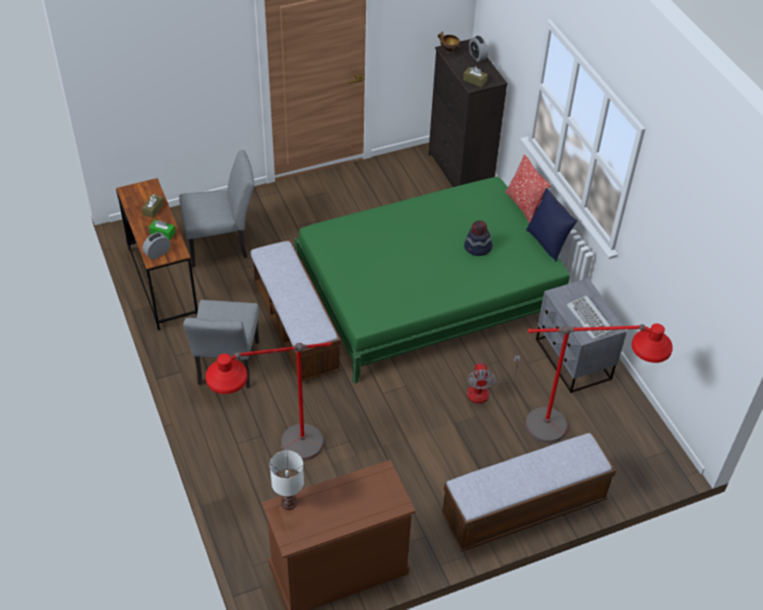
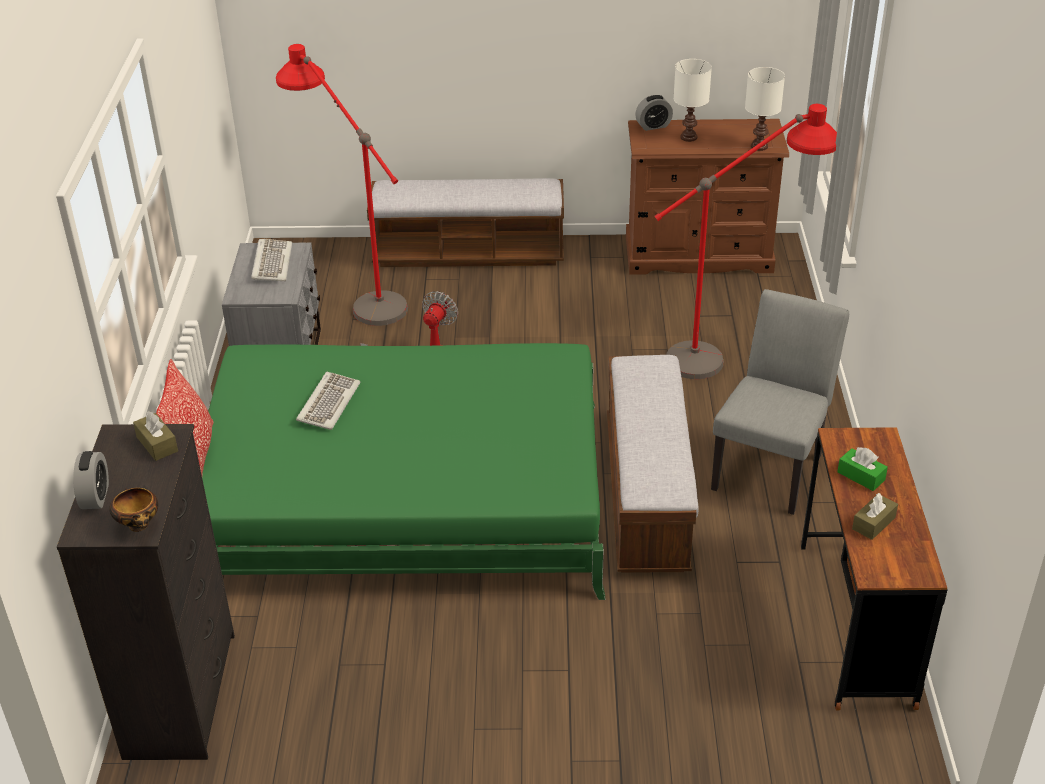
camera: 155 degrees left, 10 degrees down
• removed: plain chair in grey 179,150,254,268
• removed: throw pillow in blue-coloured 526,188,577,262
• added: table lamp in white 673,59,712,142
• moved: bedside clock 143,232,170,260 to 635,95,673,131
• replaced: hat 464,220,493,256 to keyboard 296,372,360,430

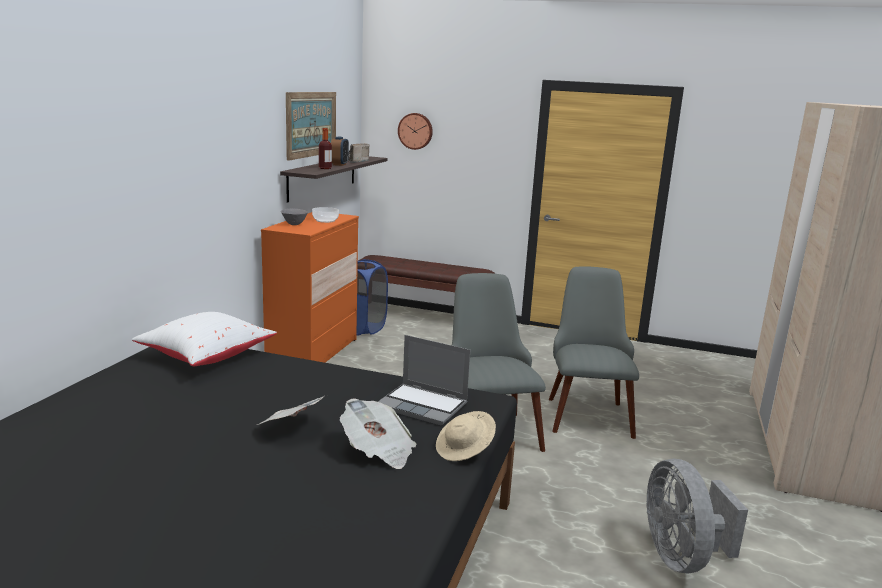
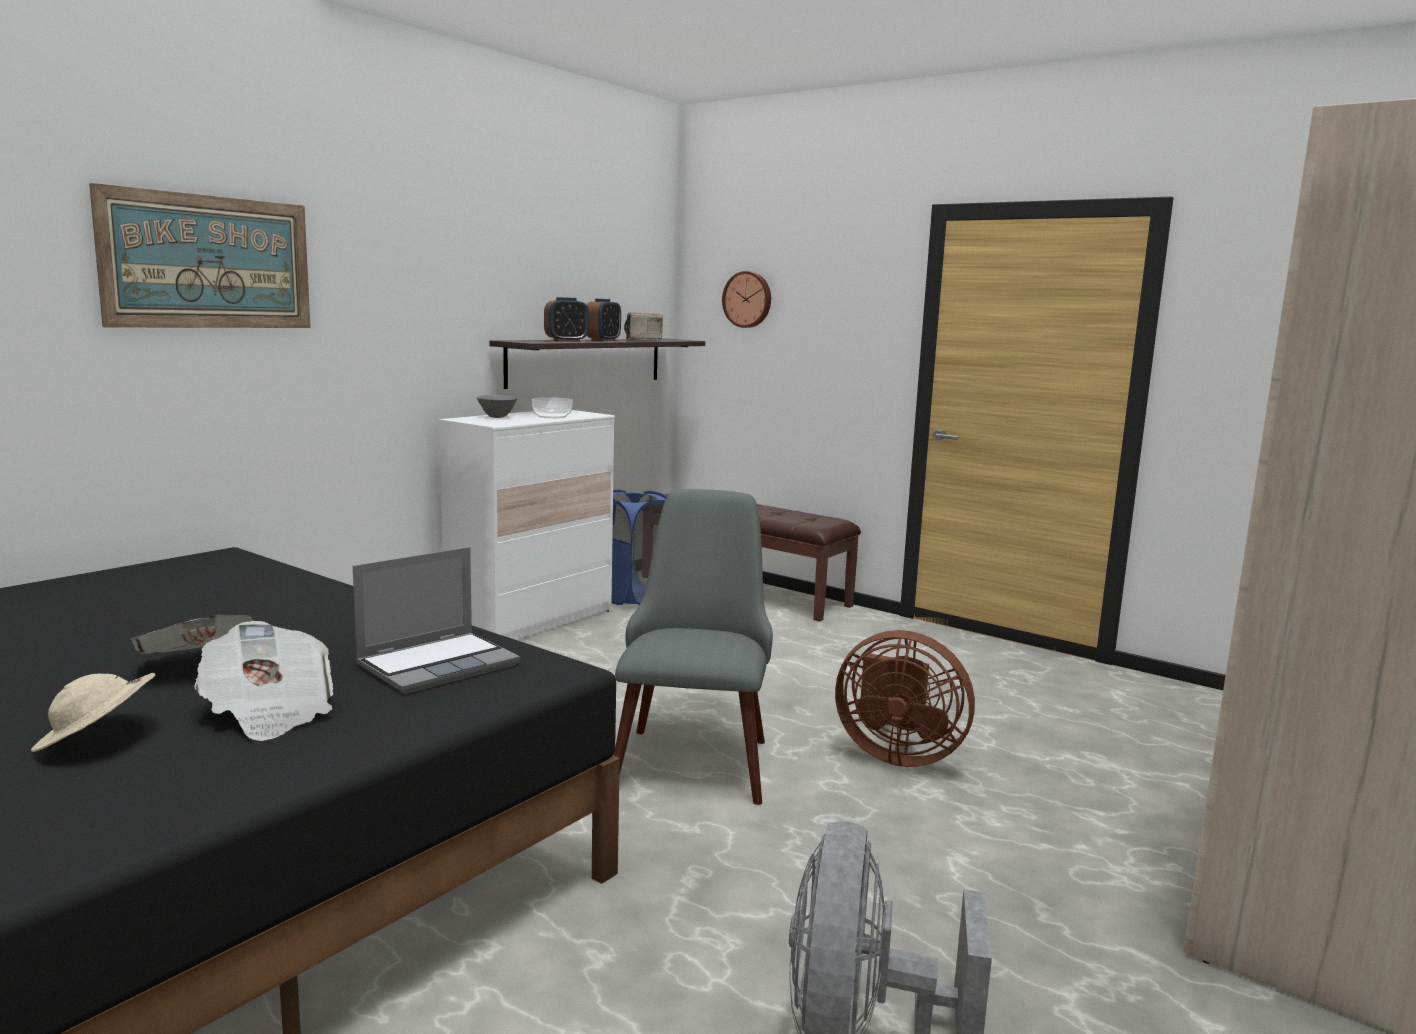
camera: 20 degrees right, 5 degrees down
• removed: throw pillow in white 132,312,277,366
• moved: wall art 286,92,336,160 to 89,183,311,328
• moved: hat in beige-coloured 436,411,496,461 to 31,673,155,752
• replaced: drink bottle 319,128,332,169 to bedside clock 544,297,589,342
• replaced: plain chair in grey 549,266,639,439 to electric fan in brownish 835,630,975,767
• recoloured: dresser in orange-coloured 261,212,359,363 to dresser in white 439,410,615,640
• turned: notebook computer 378,335,470,425 = 353,547,520,694 90 degrees counterclockwise

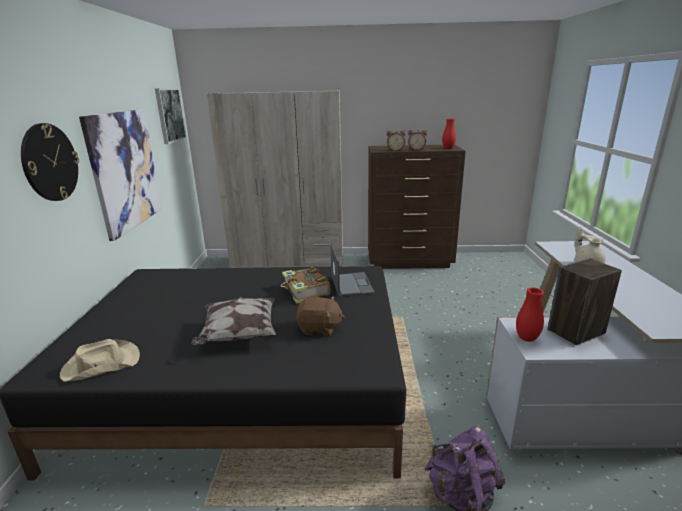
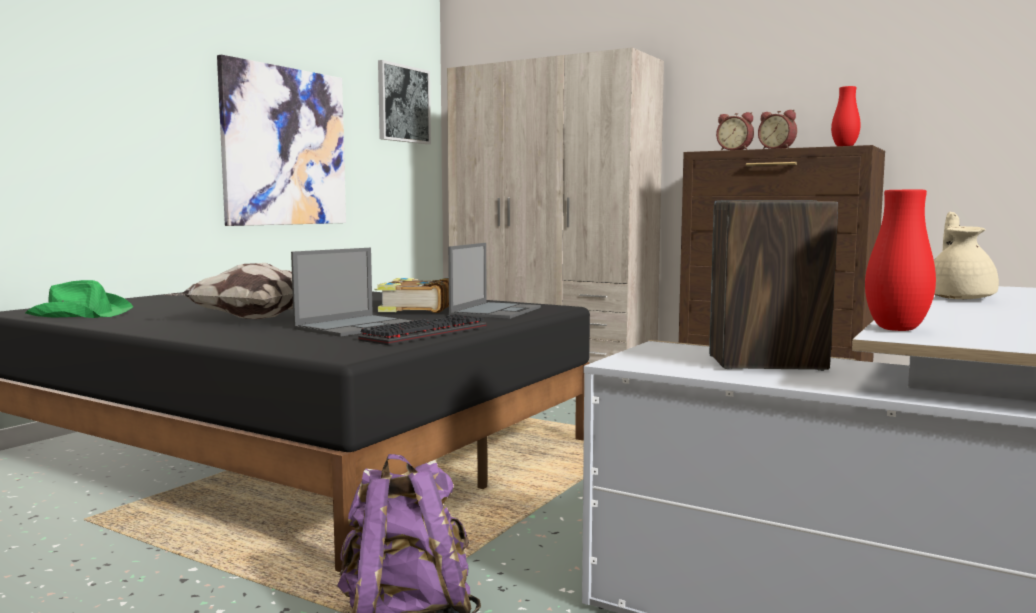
camera: 30 degrees right, 15 degrees down
• removed: wall clock 21,123,79,201
• added: keyboard 358,314,486,345
• moved: flower vase in red 516,288,544,342 to 865,190,936,331
• replaced: soft toy in brownish 296,296,345,336 to notebook computer 291,248,412,337
• recoloured: hat in beige-coloured 60,339,140,382 to hat in greenish 25,280,133,318

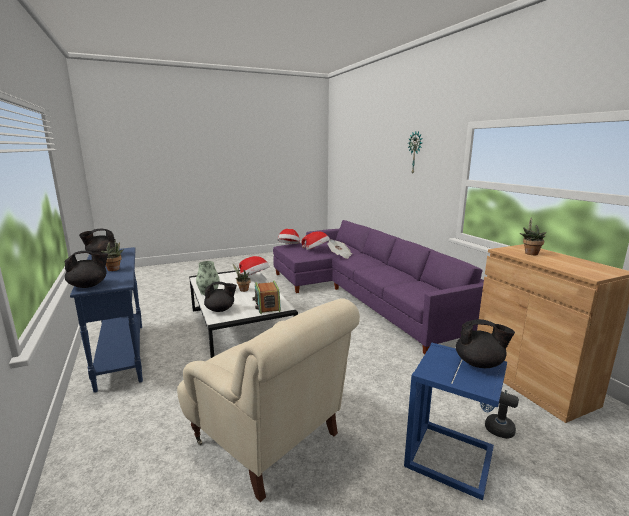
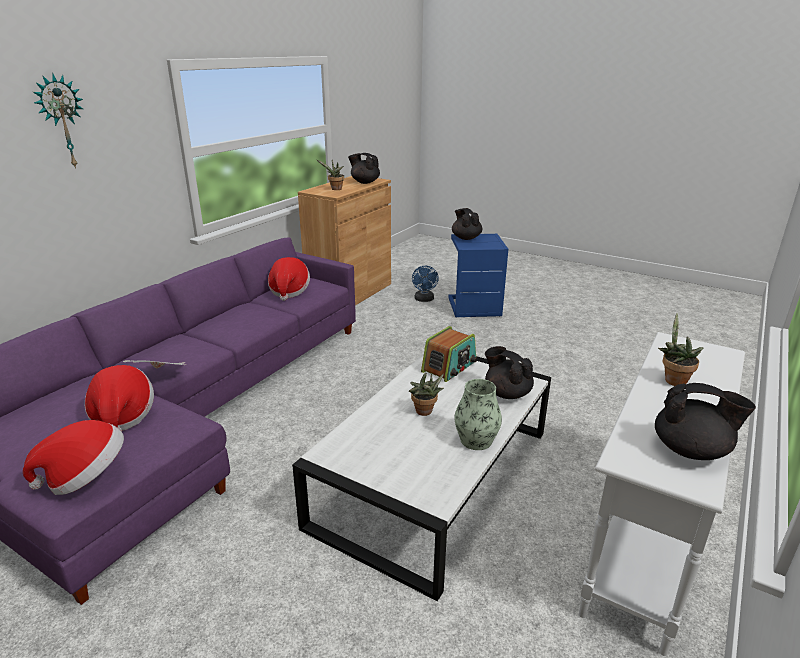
camera: 125 degrees left, 10 degrees up
• removed: armchair in beige-coloured 177,298,360,502
• moved: teapot in blackish 65,251,108,288 to 348,153,380,184
• moved: hat 239,256,270,276 to 268,257,310,301
• recoloured: console table in blue-coloured 70,247,143,393 to console table in white 579,332,745,656

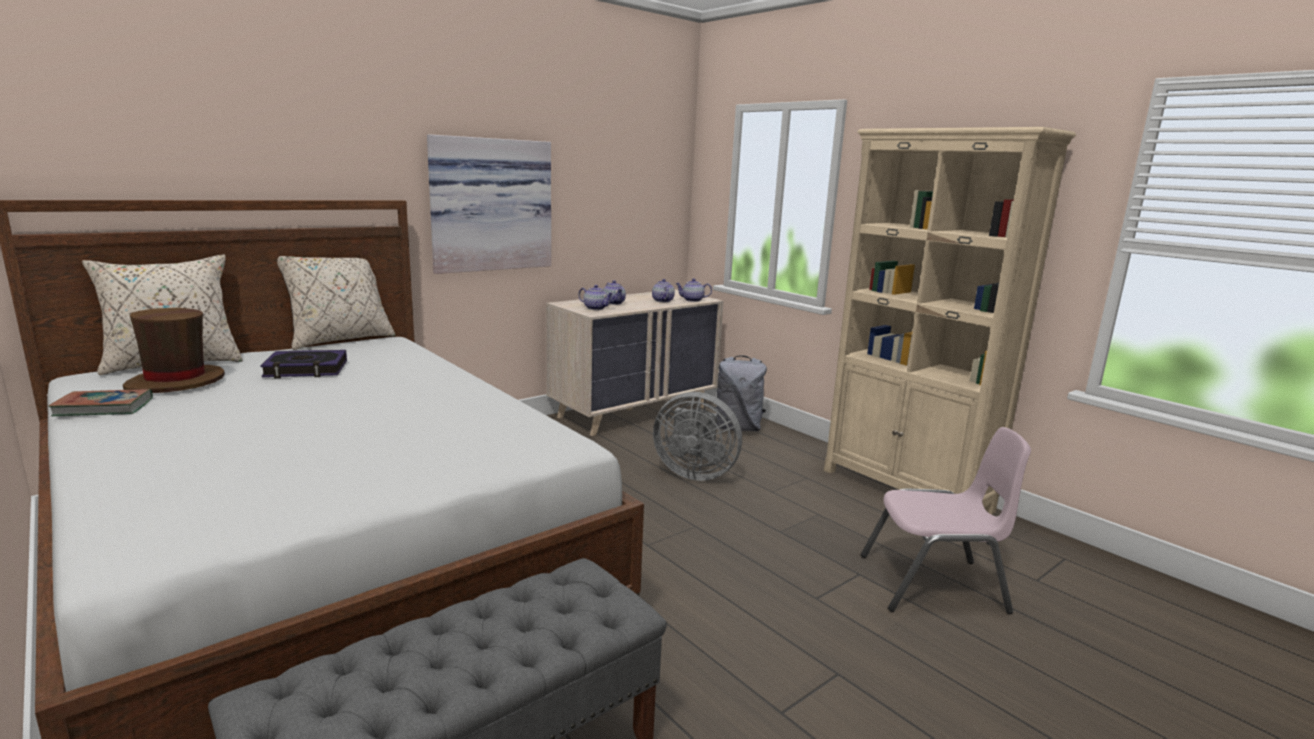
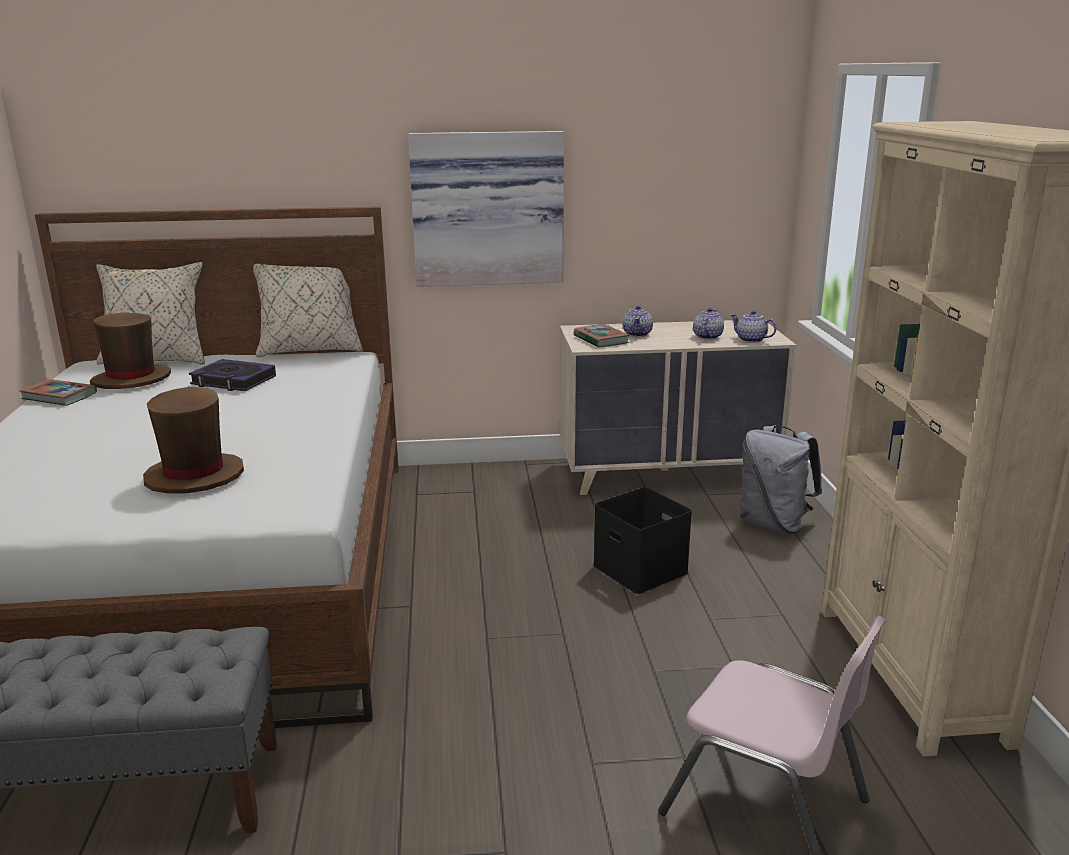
camera: 35 degrees right, 5 degrees up
• added: hat in brownish 143,387,244,494
• replaced: teapot 578,285,613,310 to volume 573,324,630,348
• replaced: electric fan in grey 653,392,742,481 to storage box in blackish 593,487,692,594

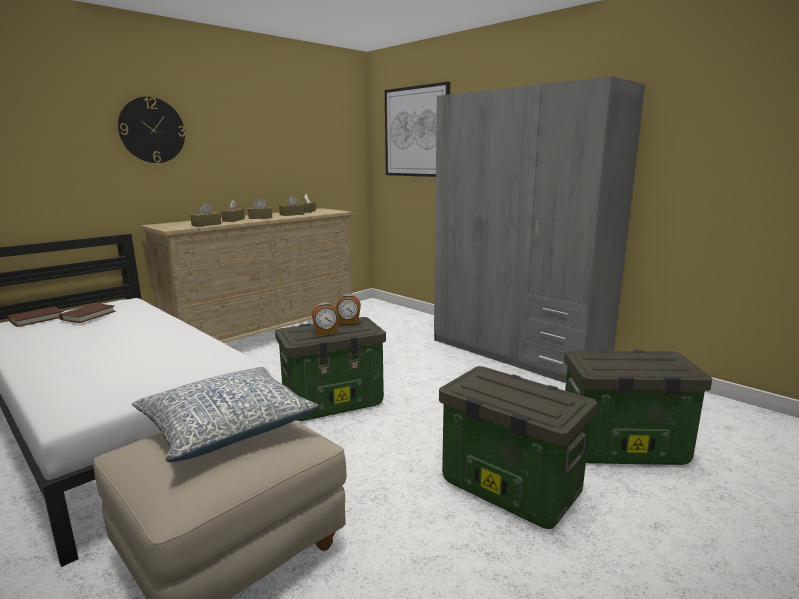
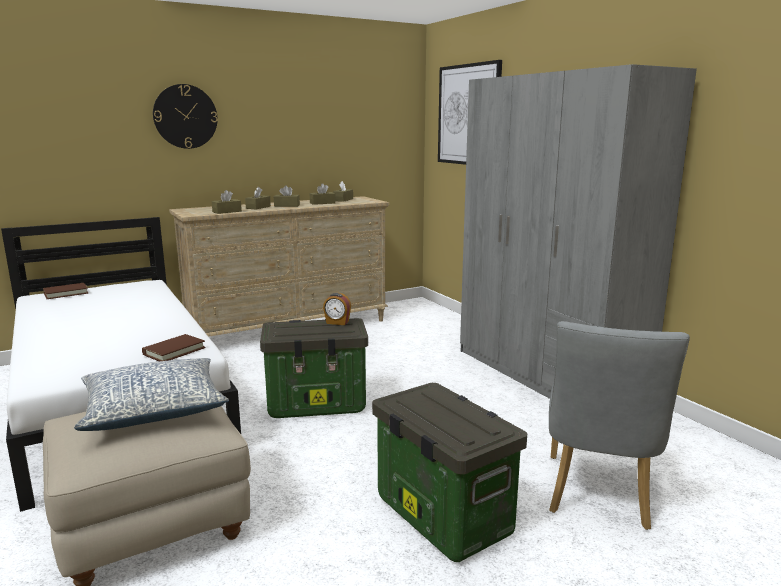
camera: 15 degrees right, 0 degrees up
• removed: bedside clock 312,302,339,335
• moved: volume in brownish 59,303,116,323 to 142,334,206,361
• replaced: storage box 564,350,712,465 to plain chair in grey 549,321,690,530

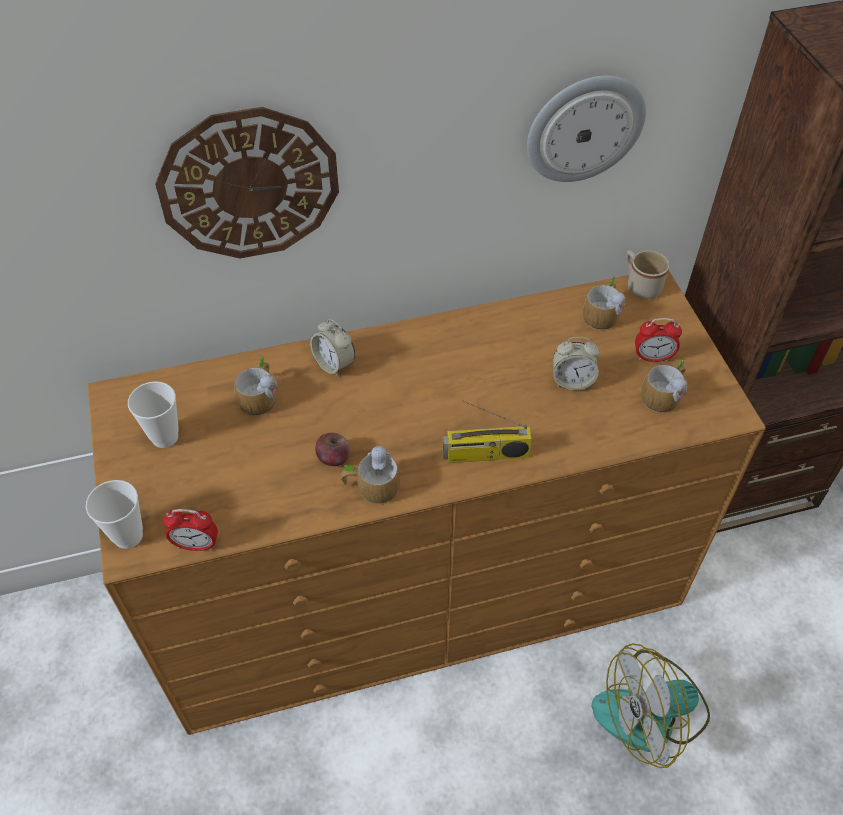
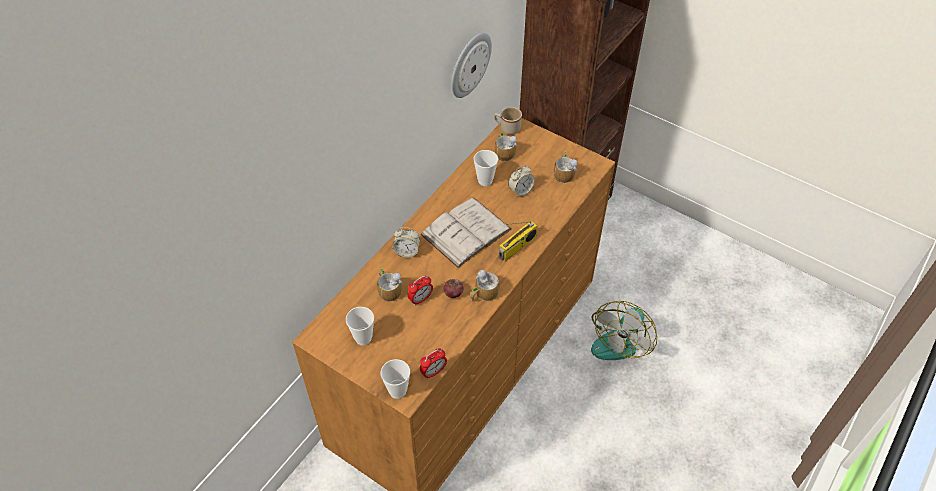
camera: 40 degrees left, 0 degrees up
• removed: wall clock 155,107,339,258
• added: volume in white 420,198,511,268
• added: small cup 474,150,498,186
• moved: bedside clock 635,318,682,362 to 408,276,433,306

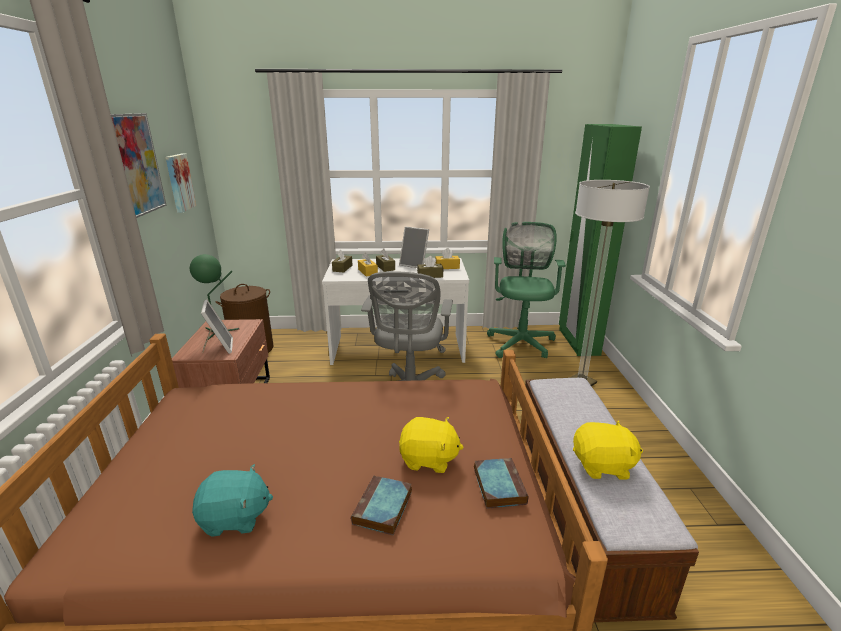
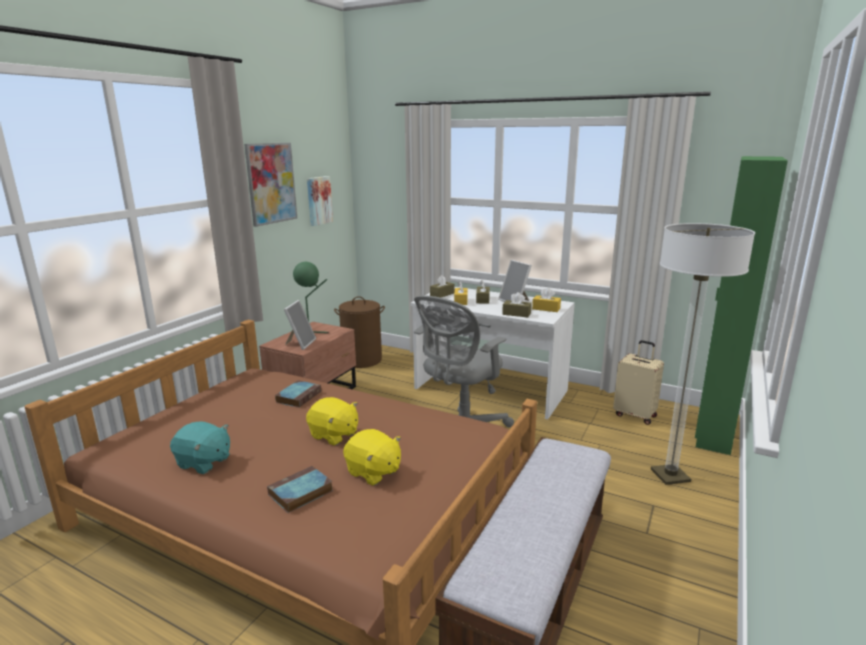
camera: 30 degrees right, 5 degrees down
• moved: volume 474,458,529,509 to 275,380,321,408
• moved: soft toy in yellow 573,420,643,480 to 306,397,358,446
• replaced: desk chair in greenish 487,222,566,358 to piece of luggage in beige-coloured 613,340,664,425

